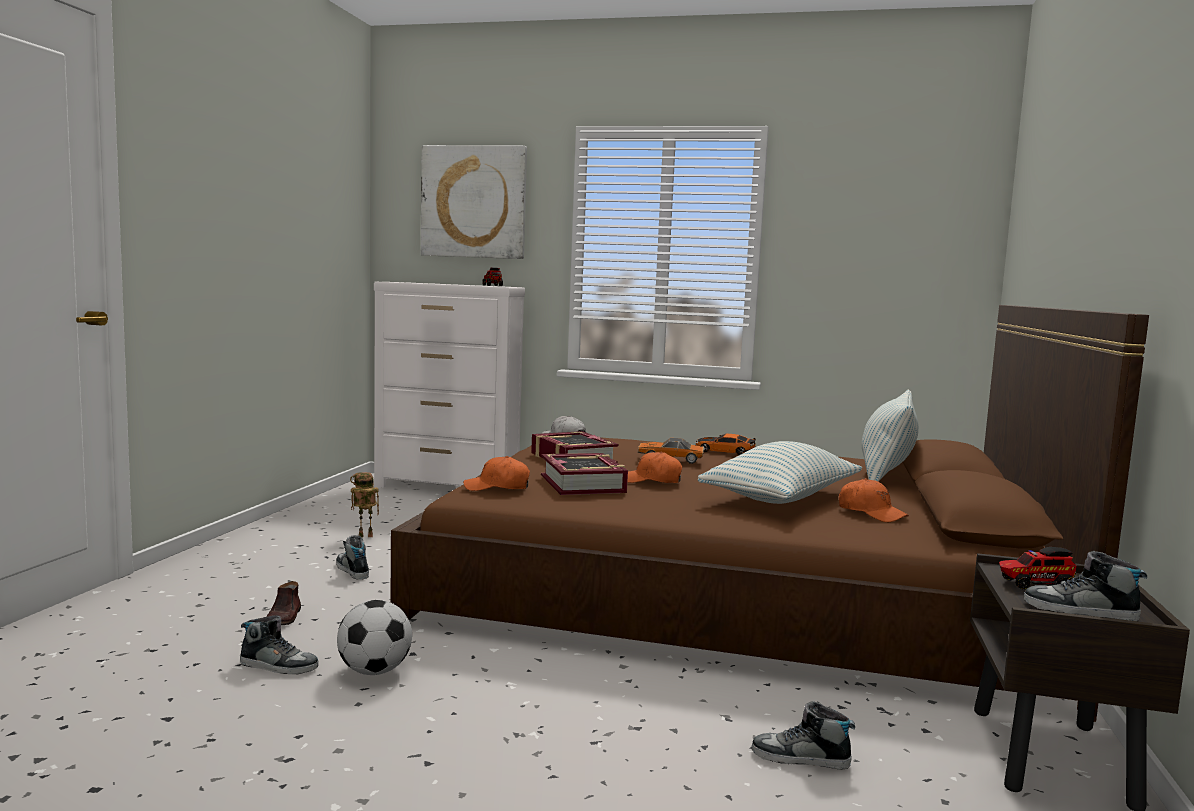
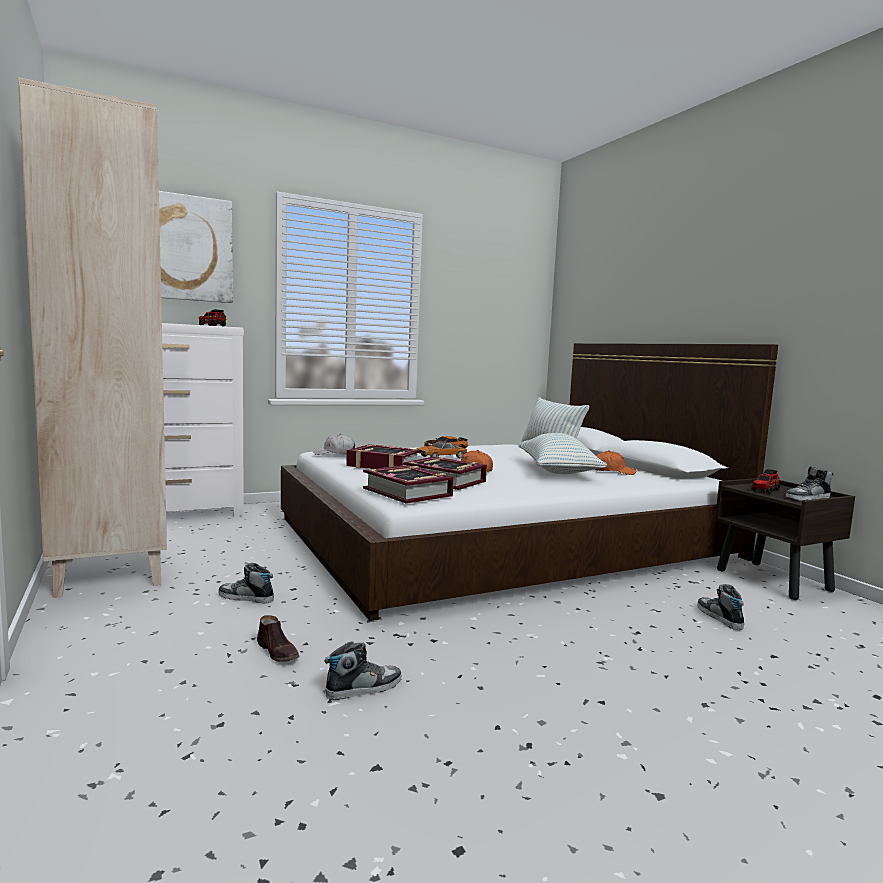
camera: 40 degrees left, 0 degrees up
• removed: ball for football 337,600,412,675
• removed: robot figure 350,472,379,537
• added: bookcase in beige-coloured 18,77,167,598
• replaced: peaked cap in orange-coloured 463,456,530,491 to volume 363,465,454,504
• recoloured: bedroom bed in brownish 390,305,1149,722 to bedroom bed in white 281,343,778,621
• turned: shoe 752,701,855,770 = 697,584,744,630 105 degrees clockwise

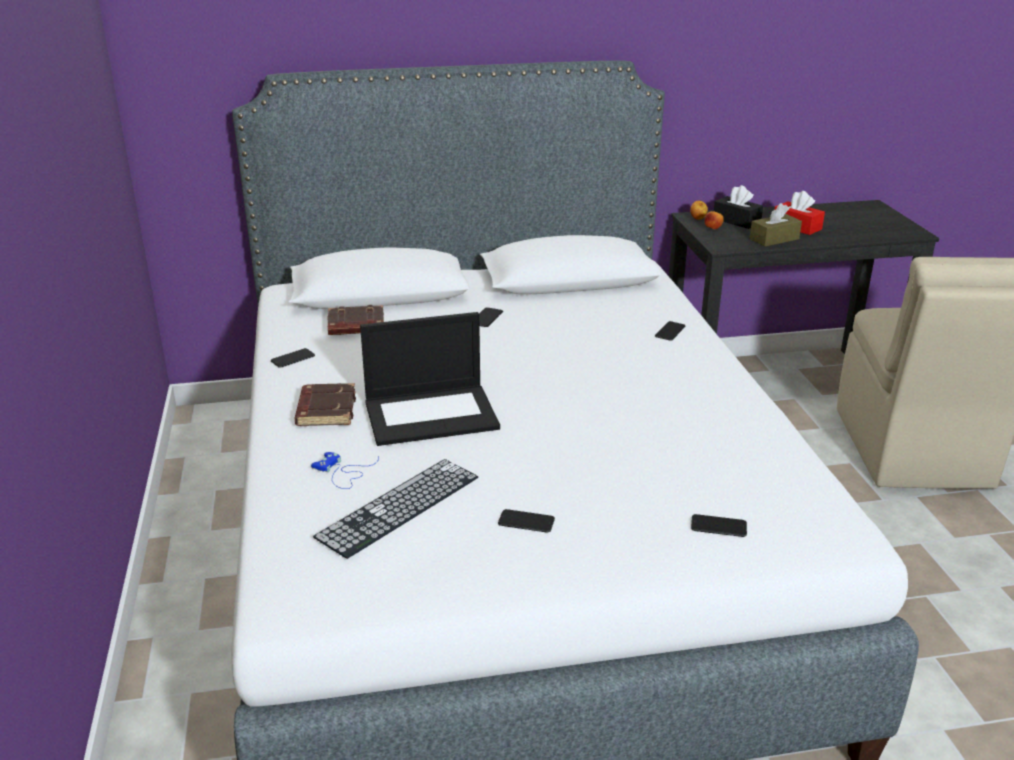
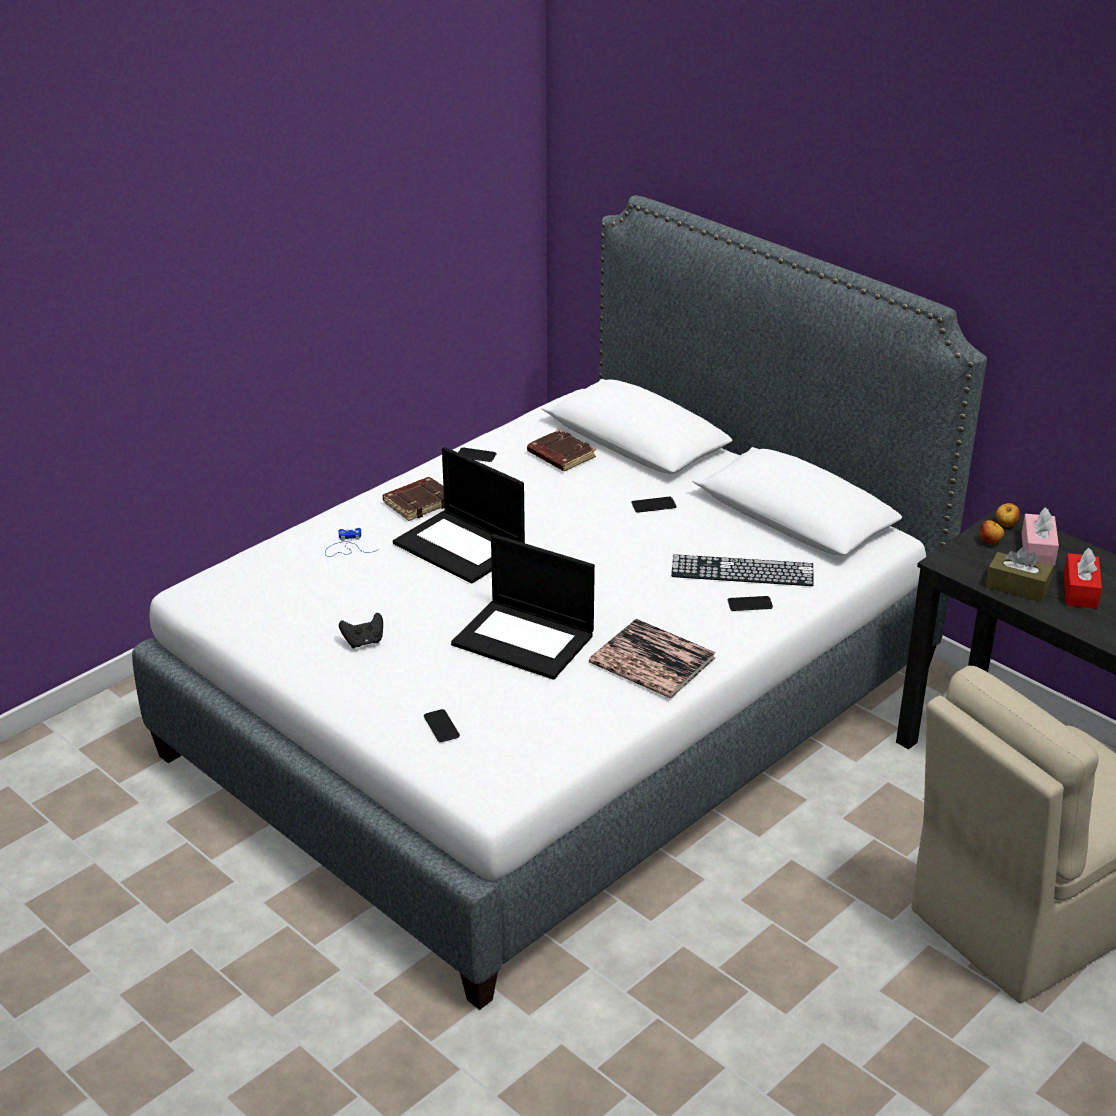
camera: 55 degrees right, 5 degrees up
• added: notebook computer 451,534,595,680
• added: volume 589,619,716,698
• moved: keyboard 313,459,478,559 to 671,554,814,586
• replaced: handset 498,509,555,533 to game controller in blackish 339,613,383,648
• recoloured: tissue holder in blackish 714,185,763,229 to tissue holder in pinkish 1021,507,1059,566

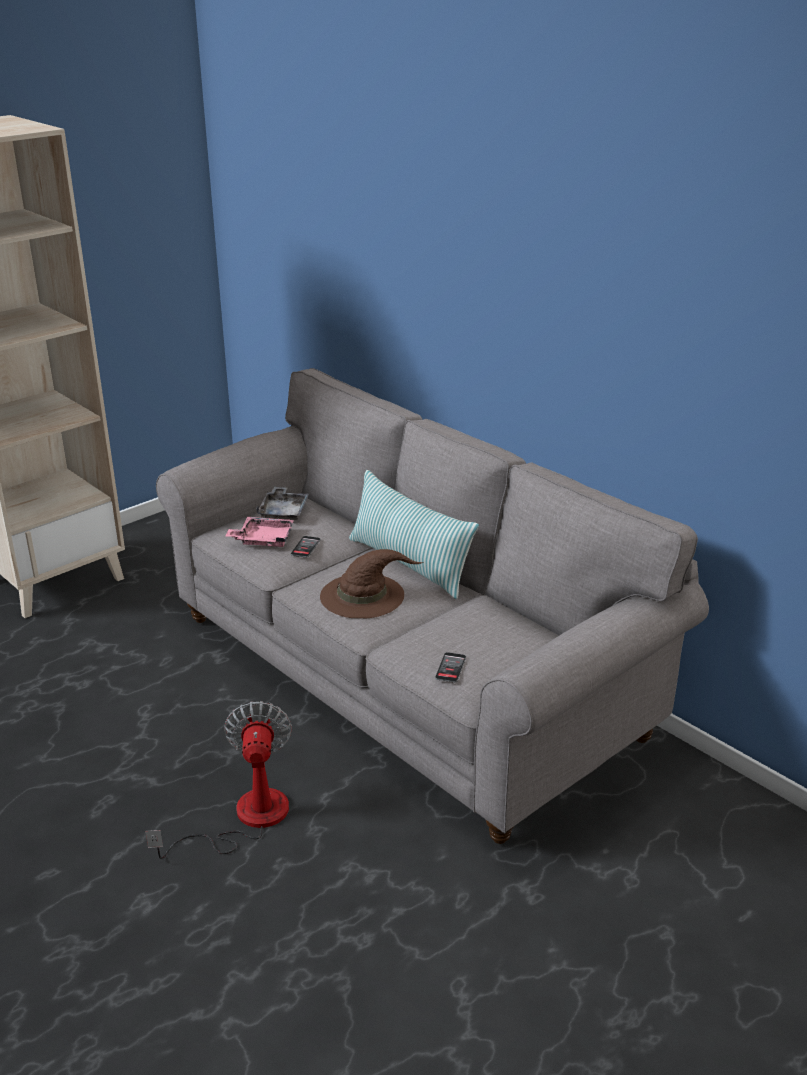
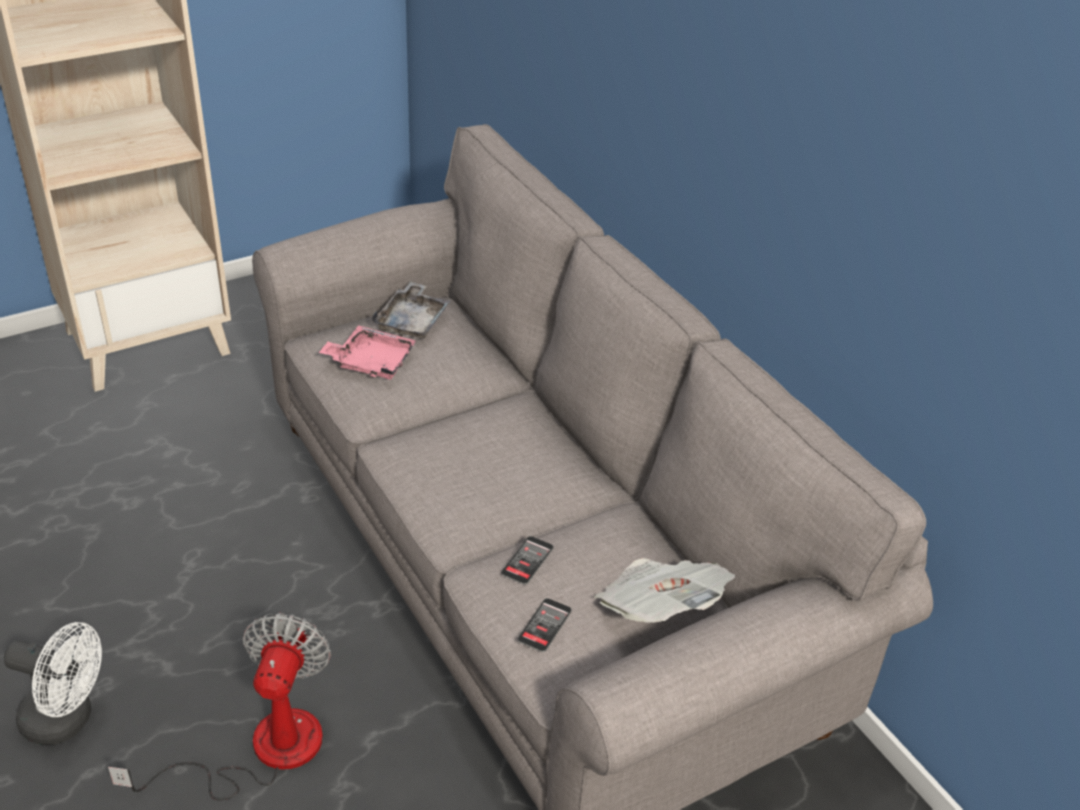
camera: 10 degrees right, 10 degrees up
• removed: hat in brownish 320,549,423,618
• removed: throw pillow 349,470,479,599
• added: electric fan in white 4,622,102,745
• added: newspaper 594,558,735,623
• moved: handset 291,536,321,558 to 501,536,554,585

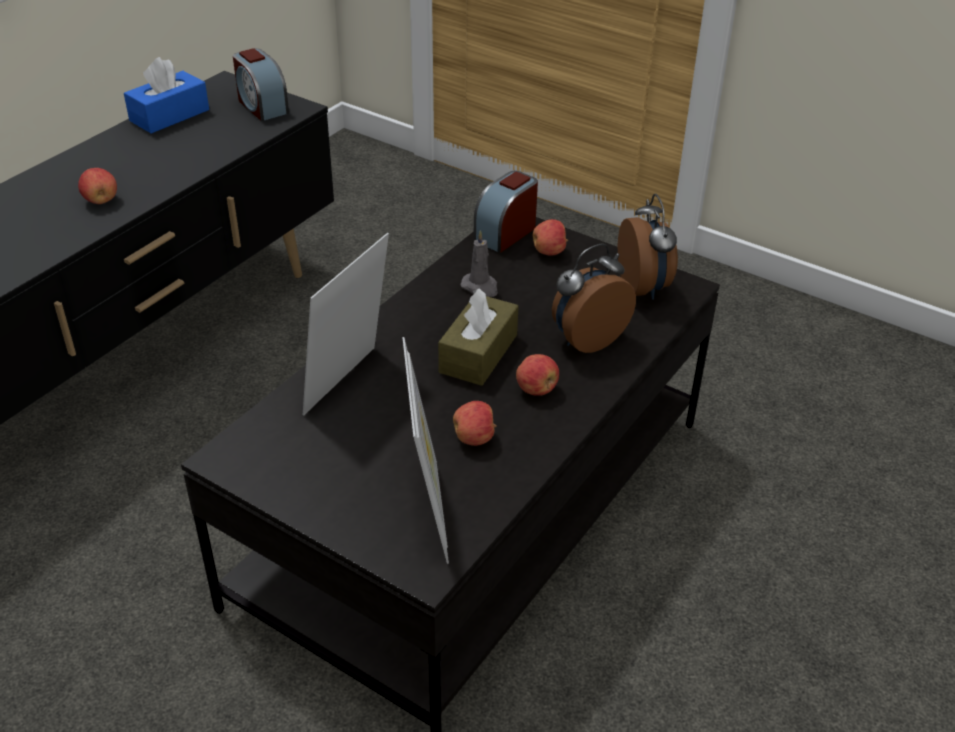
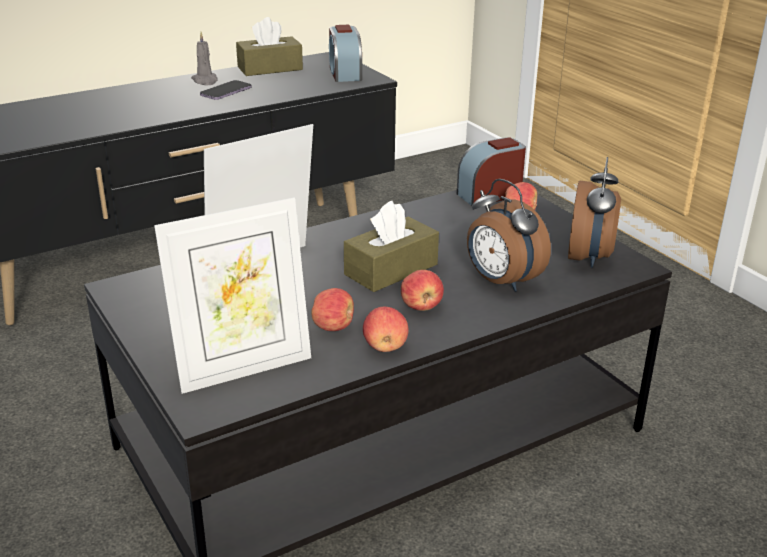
camera: 25 degrees right, 10 degrees down
• added: handset 200,80,252,100
• moved: apple fruit 78,168,117,204 to 363,307,409,352
• moved: candle in grey 460,230,498,297 to 191,32,218,85
• recoloured: tissue holder in blue-coloured 124,57,209,133 to tissue holder in brownish 236,17,303,76
• turned: picture frame 402,337,449,564 = 154,198,311,394 45 degrees clockwise
• turned: bedside clock 552,243,636,353 = 467,179,551,292 120 degrees counterclockwise

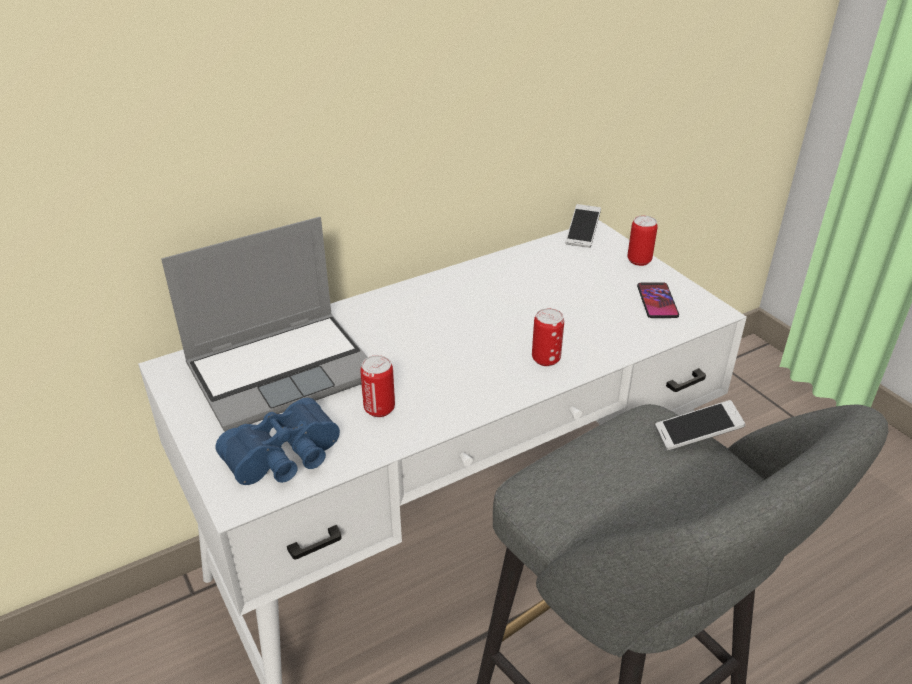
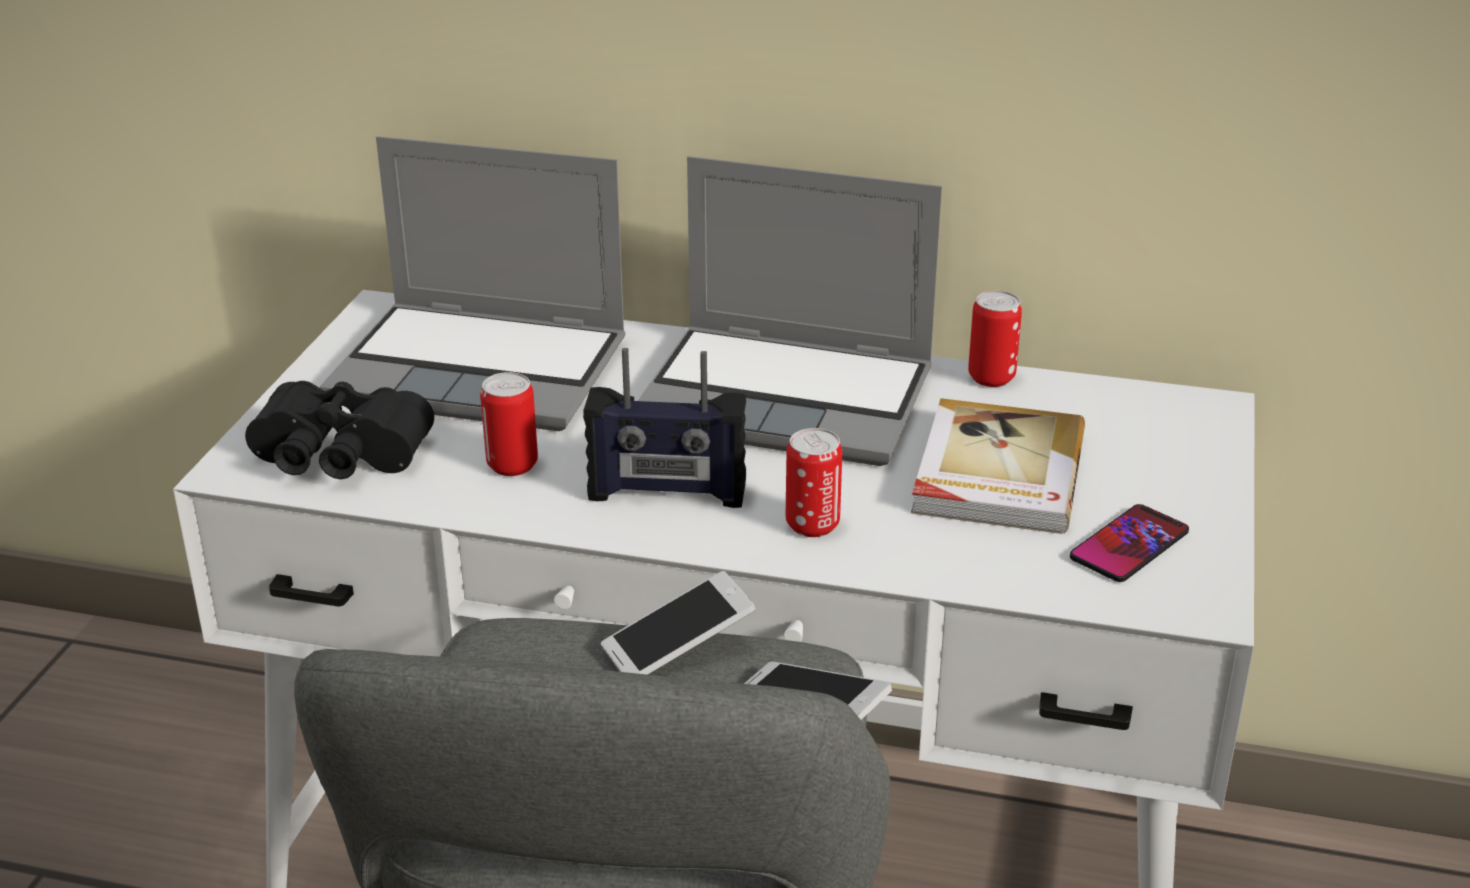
camera: 45 degrees right, 5 degrees down
• added: radio 583,348,746,508
• added: notebook computer 638,156,942,466
• added: volume 911,398,1085,534
• moved: handset 565,204,601,248 to 601,571,755,675
• moved: can 627,216,658,266 to 968,291,1022,387
• recoloured: field glasses in blue-coloured 215,398,340,485 to field glasses in blackish 245,381,434,479

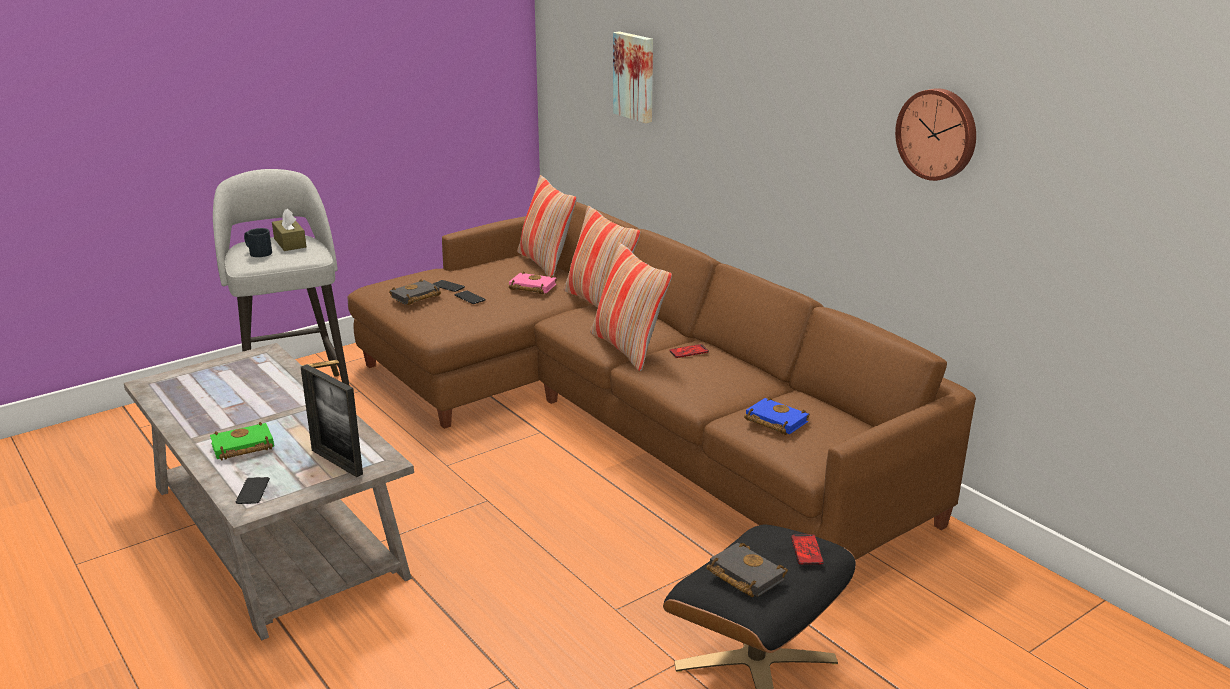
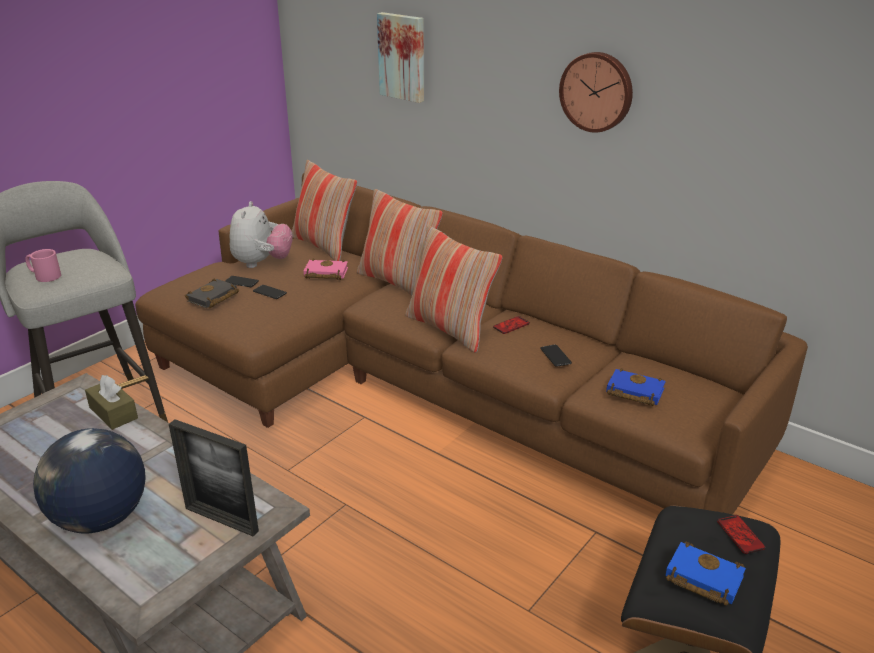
camera: 15 degrees left, 5 degrees up
• added: soft toy 230,201,293,268
• moved: handset 236,477,270,504 to 540,345,572,367
• moved: tissue holder in brownish 272,209,306,251 to 85,375,138,430
• moved: wall clock 895,88,976,181 to 559,52,633,133
• replaced: volume in greenish 210,422,274,461 to world globe 33,428,146,534
• recoloured: coffee mug in blackish 244,228,272,257 to coffee mug in pinkish 25,249,61,282
• recoloured: volume in blackish 706,542,788,597 to volume in blue-coloured 665,542,746,606

